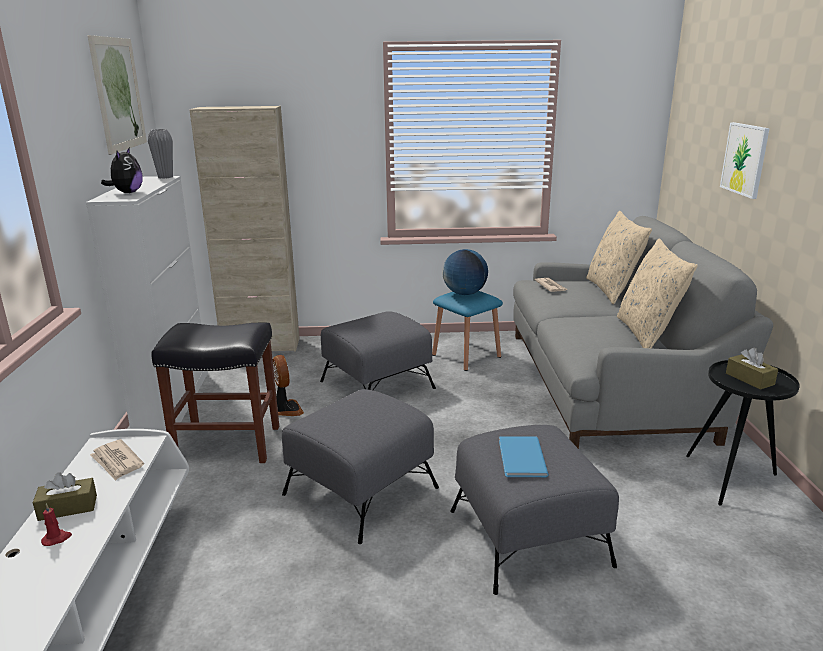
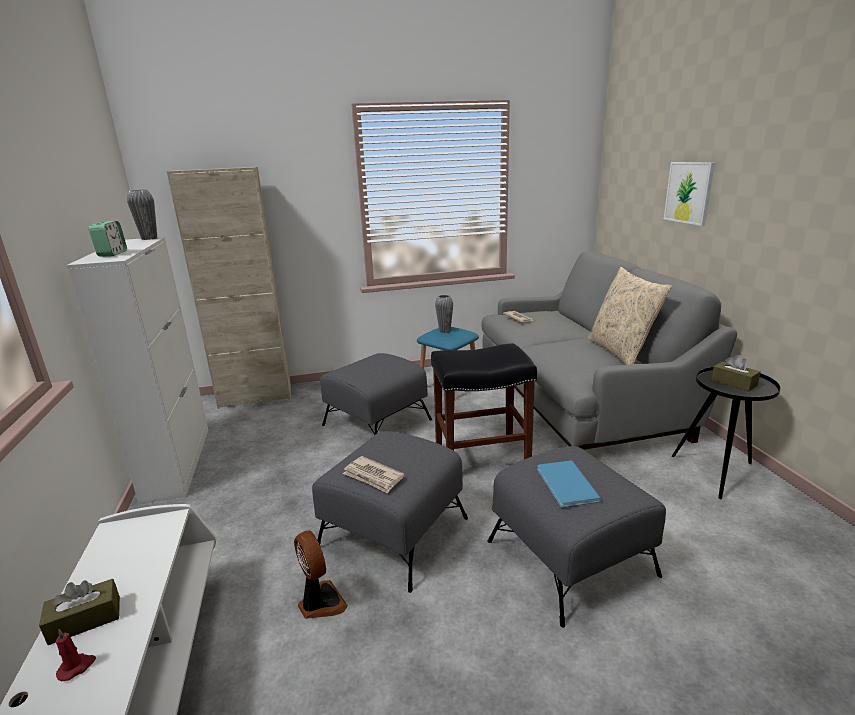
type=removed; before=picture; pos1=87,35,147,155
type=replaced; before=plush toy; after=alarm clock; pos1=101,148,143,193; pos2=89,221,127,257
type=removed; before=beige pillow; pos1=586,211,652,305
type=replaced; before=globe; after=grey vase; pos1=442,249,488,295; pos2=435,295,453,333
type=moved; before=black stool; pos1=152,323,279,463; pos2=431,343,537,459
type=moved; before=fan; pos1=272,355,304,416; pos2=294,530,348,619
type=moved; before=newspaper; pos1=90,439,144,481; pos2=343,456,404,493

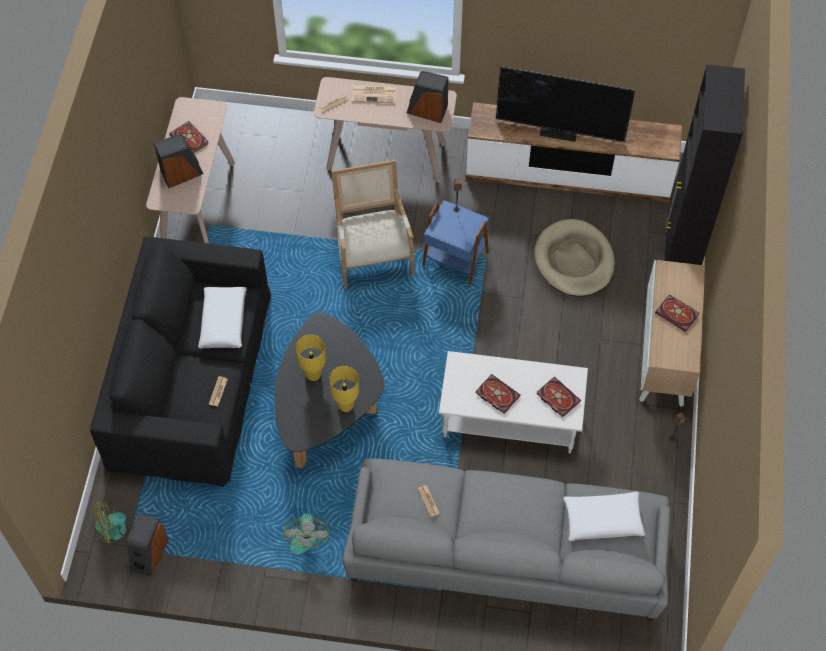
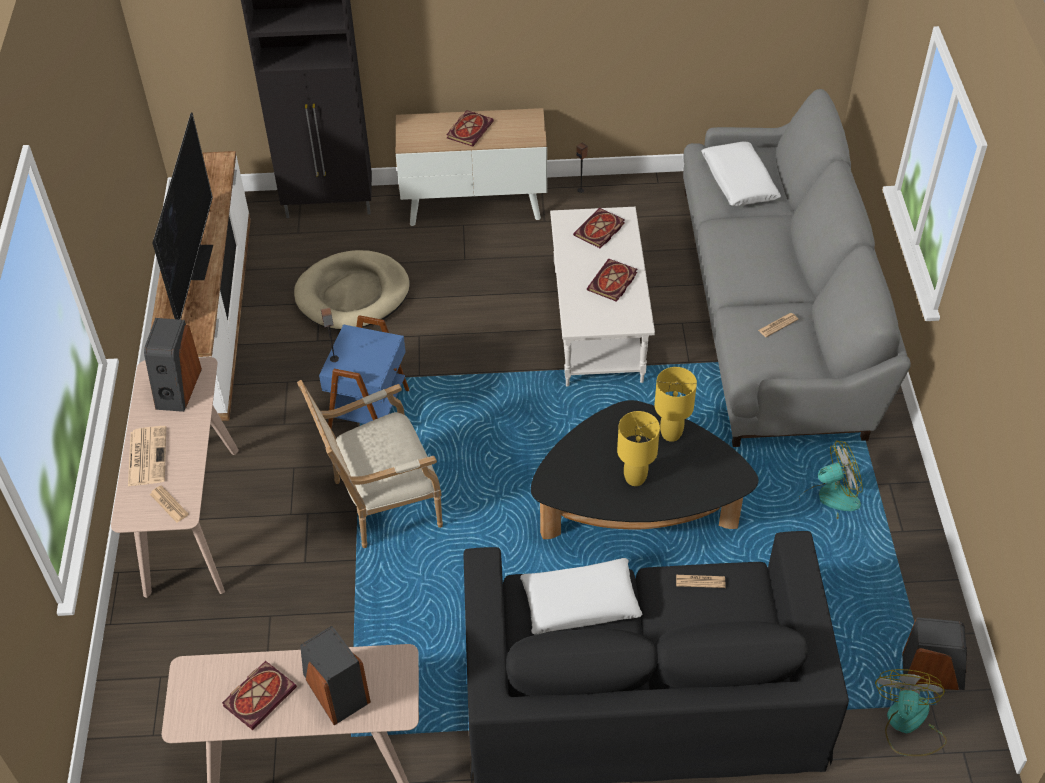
type=turned; before=fan; pos1=94,501,136,544; pos2=875,669,947,756; turn=-135

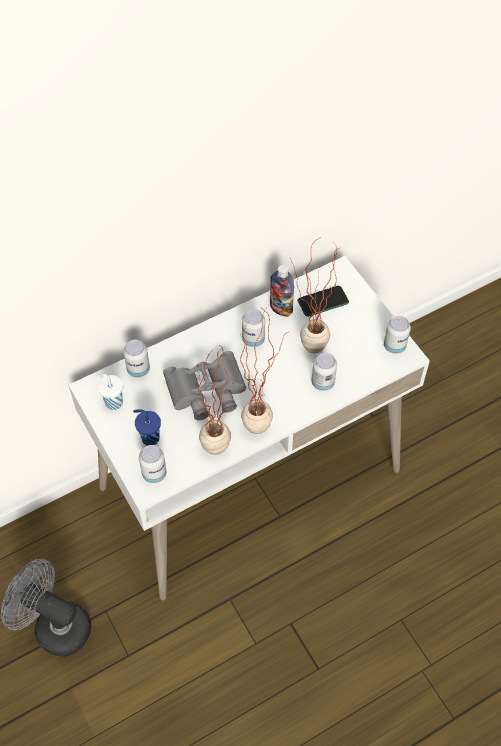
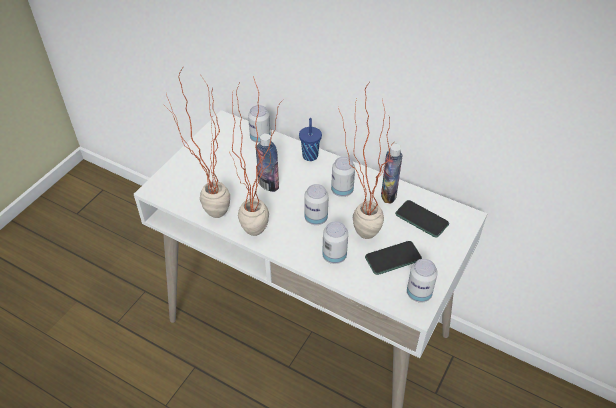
type=replaced; before=grey binoculars; after=bottle; pos1=163,351,246,420; pos2=256,133,279,192
type=removed; before=white cup; pos1=95,374,123,410
type=moved; before=blue cup; pos1=133,409,161,446; pos2=299,118,322,161
type=moved; before=can; pos1=139,445,167,483; pos2=304,184,329,225
type=removed; before=grey fan; pos1=1,559,91,657
type=added; after=phone; pos2=365,241,422,275

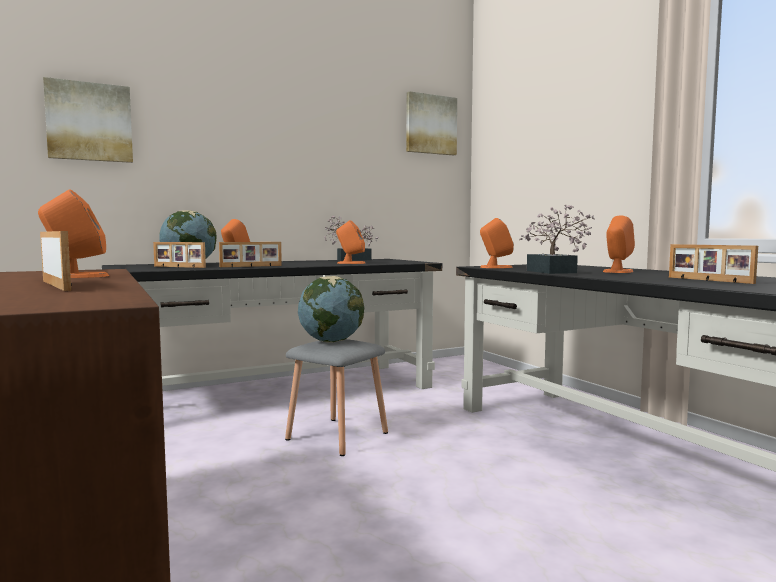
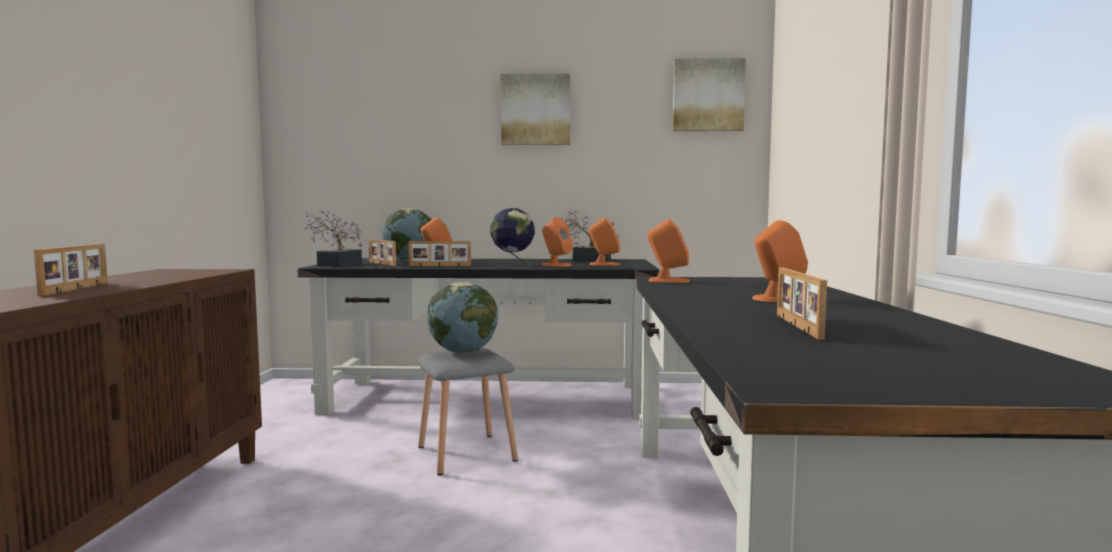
type=moved; before=picture; pos1=43,77,133,163; pos2=501,73,570,145
type=moved; before=orange speaker; pos1=38,189,109,278; pos2=588,217,621,266
type=moved; before=potted plant; pos1=519,205,595,274; pos2=304,209,362,267
type=added; after=globe; pos2=490,208,535,266

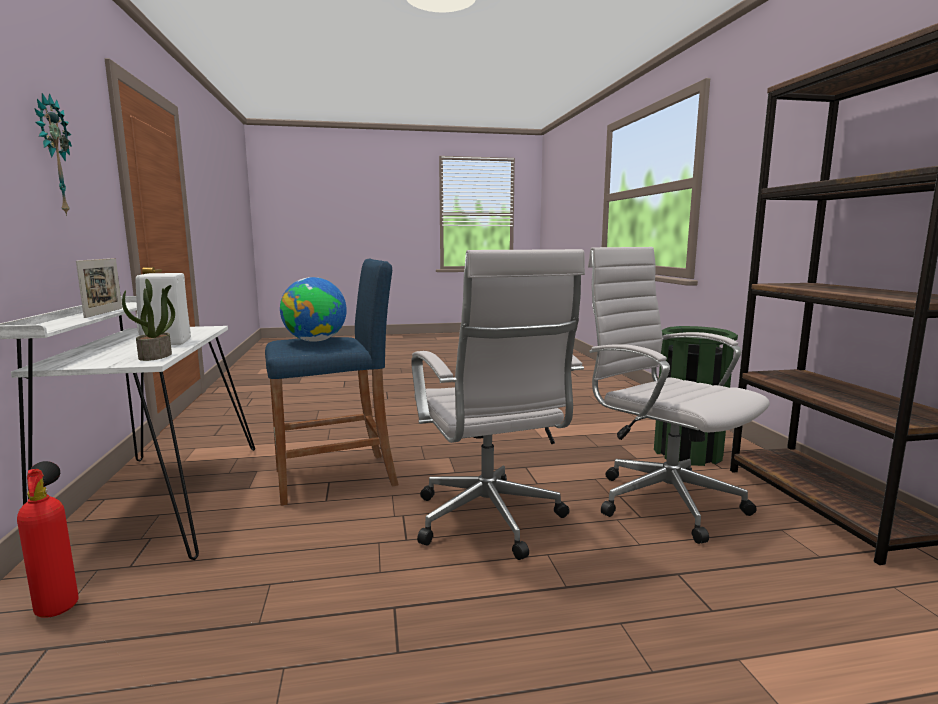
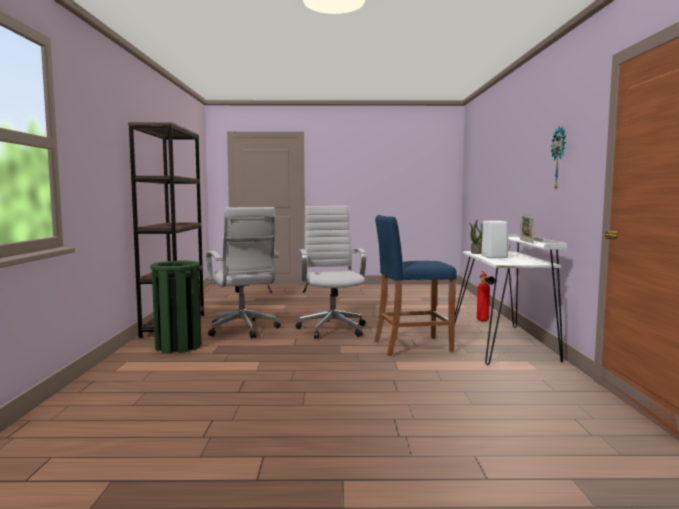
type=removed; before=globe; pos1=280,277,347,342

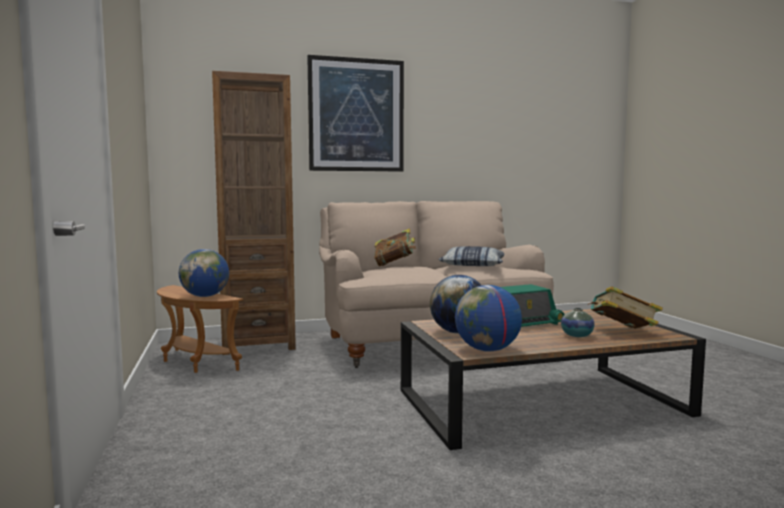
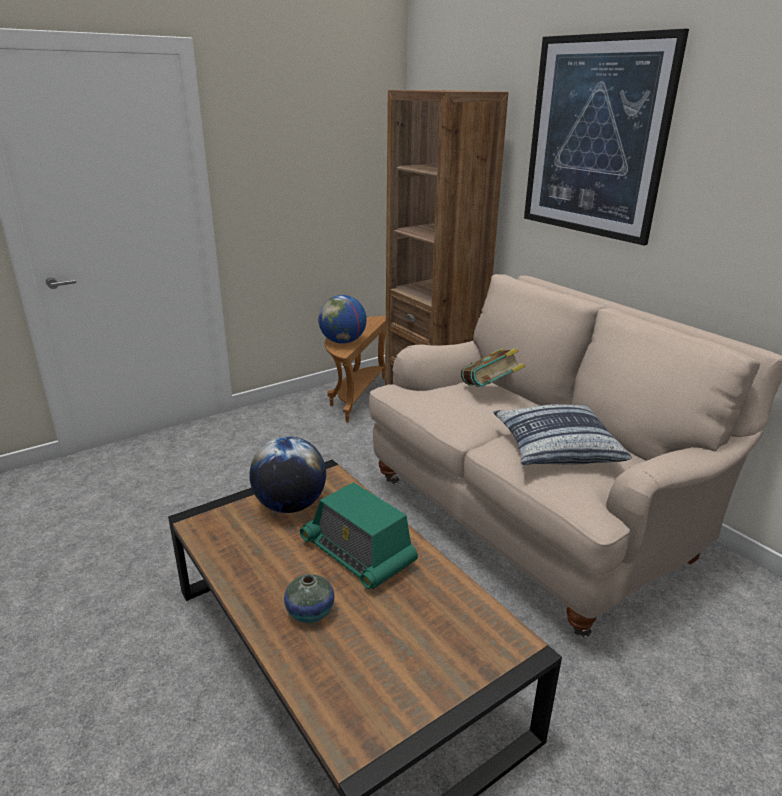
type=removed; before=globe; pos1=455,285,522,352
type=removed; before=book; pos1=589,286,663,329

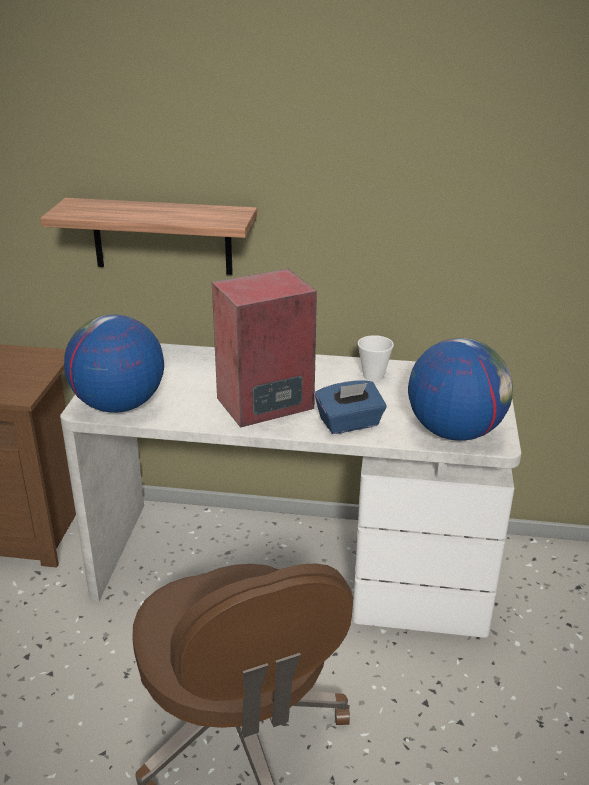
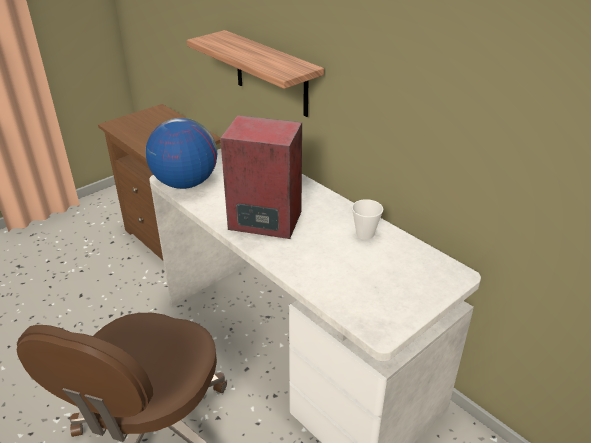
type=removed; before=globe; pos1=408,338,513,441
type=removed; before=blue tissue box; pos1=315,380,387,434

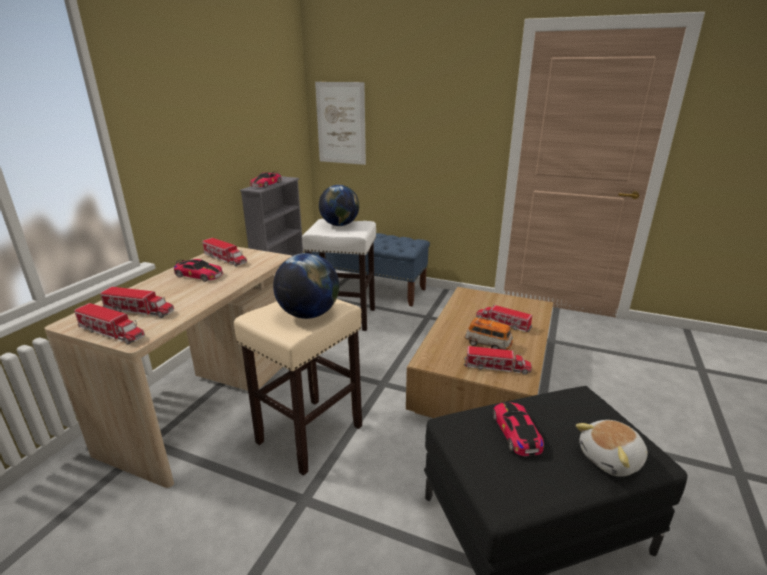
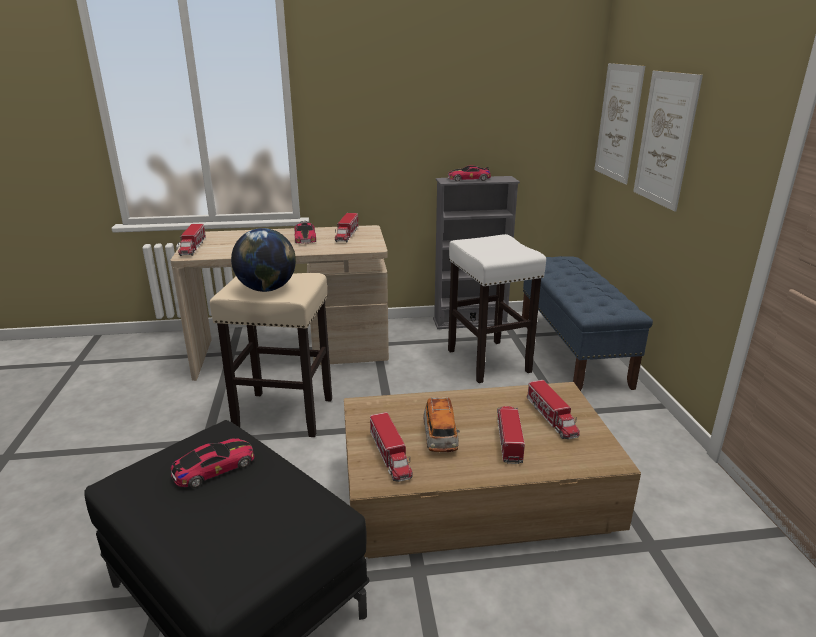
type=removed; before=globe; pos1=319,185,359,226
type=moved; before=toy truck; pos1=100,287,174,318; pos2=527,380,580,439
type=removed; before=plush toy; pos1=576,420,648,477
type=added; after=picture; pos2=633,71,703,212

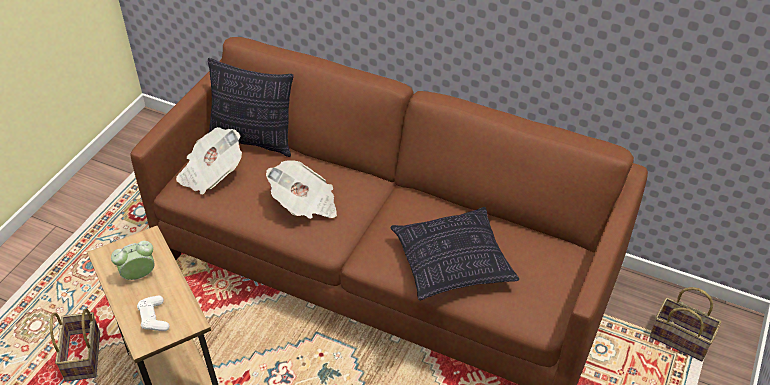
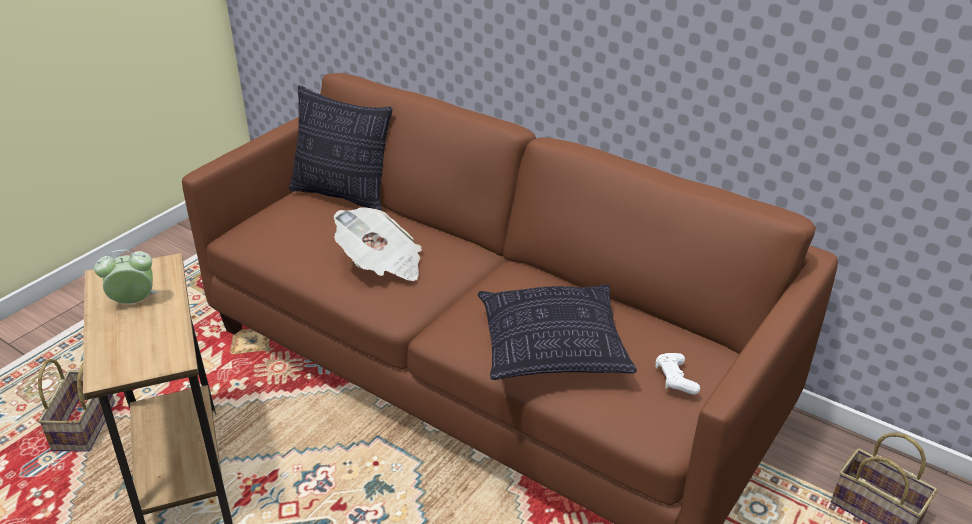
type=removed; before=newspaper; pos1=176,127,242,194
type=moved; before=white game controller; pos1=137,295,170,331; pos2=656,353,700,395

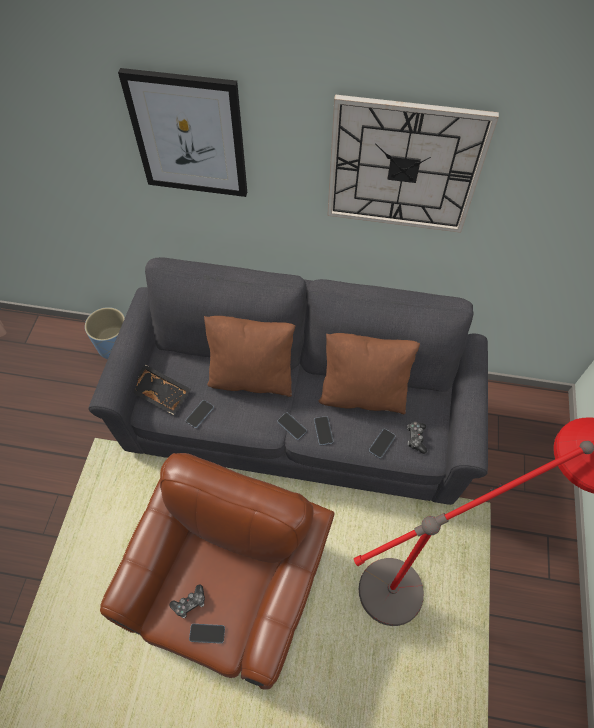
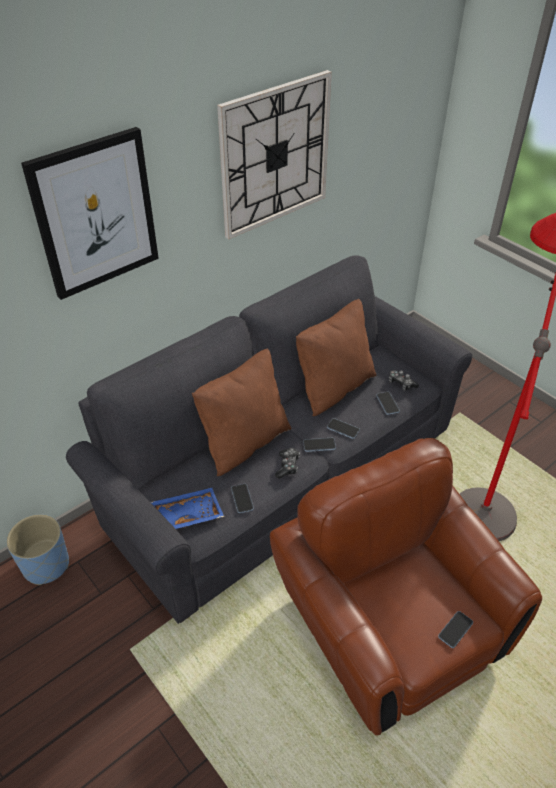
type=recoloured; before=black tray; after=blue tray; pos1=133,364,191,415; pos2=151,488,224,529
type=moved; before=game controller; pos1=169,584,205,618; pos2=275,448,300,478

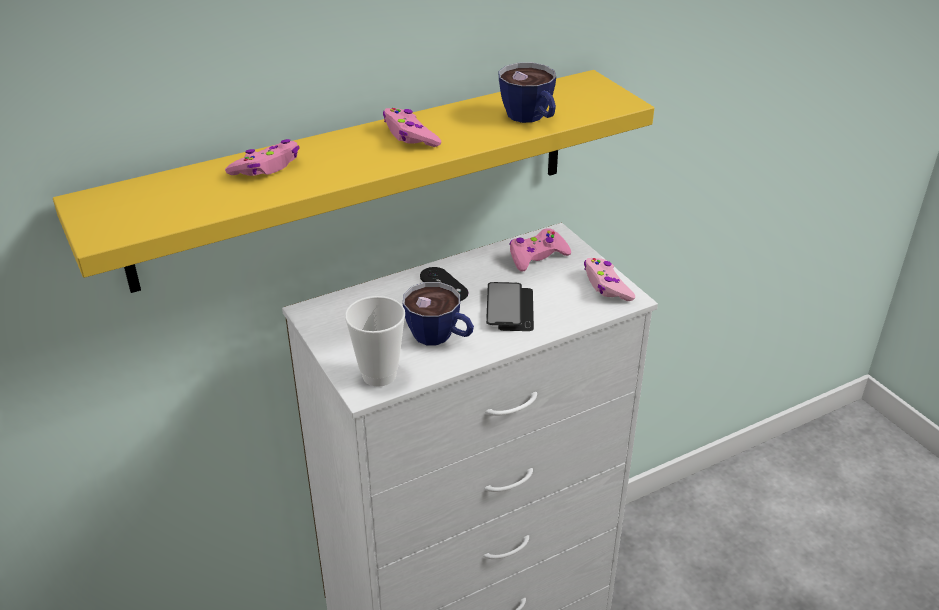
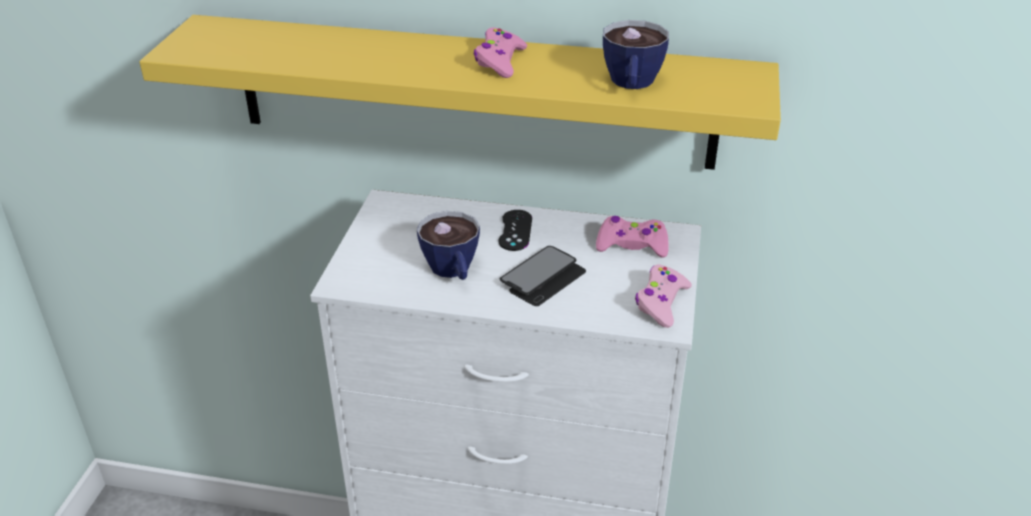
type=removed; before=pink game controller; pos1=225,139,300,176
type=removed; before=cup; pos1=345,296,405,387

